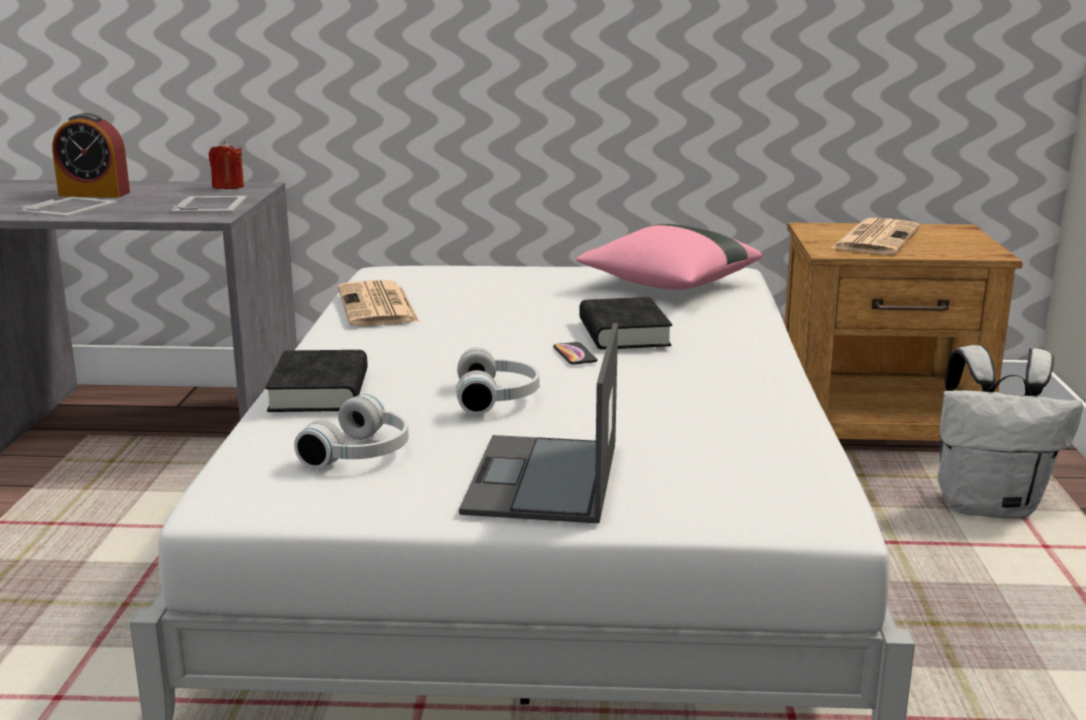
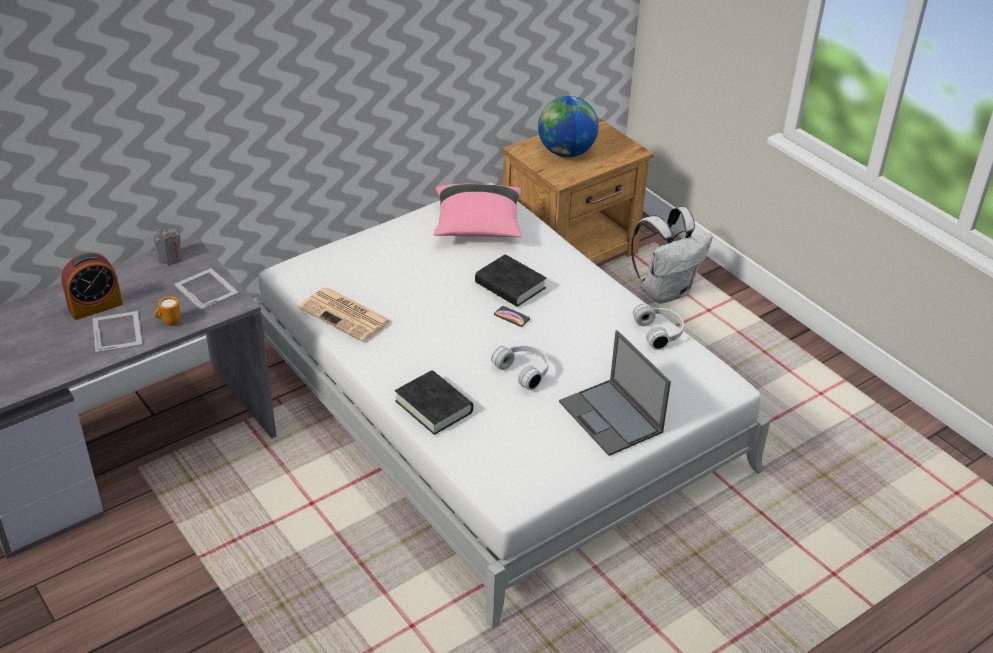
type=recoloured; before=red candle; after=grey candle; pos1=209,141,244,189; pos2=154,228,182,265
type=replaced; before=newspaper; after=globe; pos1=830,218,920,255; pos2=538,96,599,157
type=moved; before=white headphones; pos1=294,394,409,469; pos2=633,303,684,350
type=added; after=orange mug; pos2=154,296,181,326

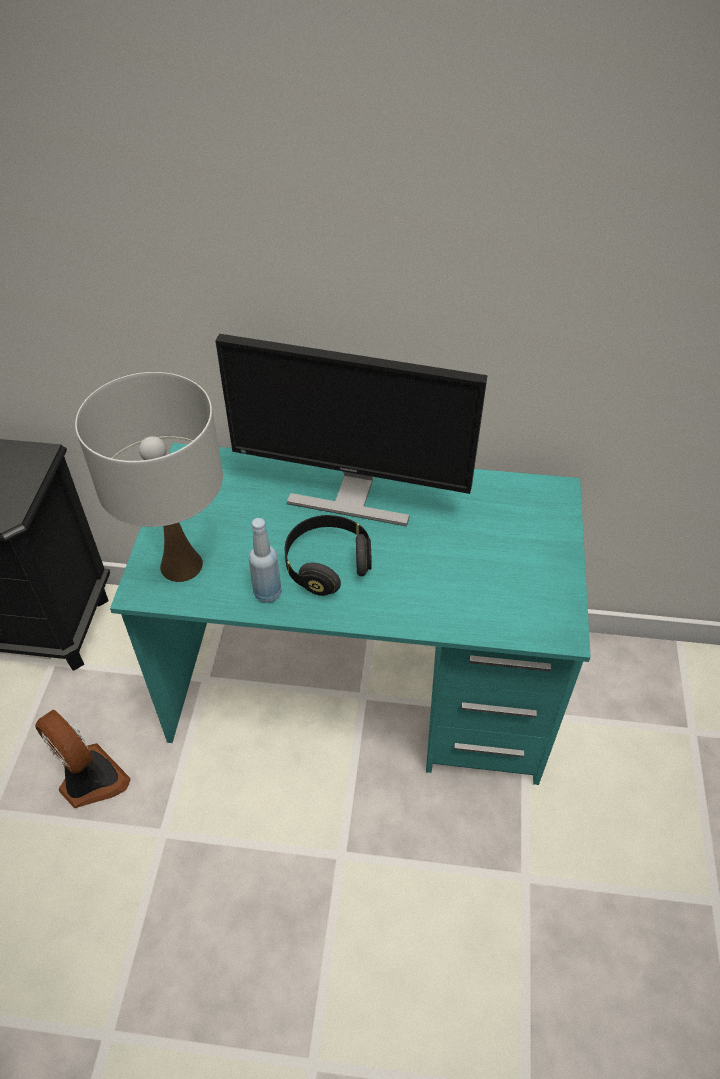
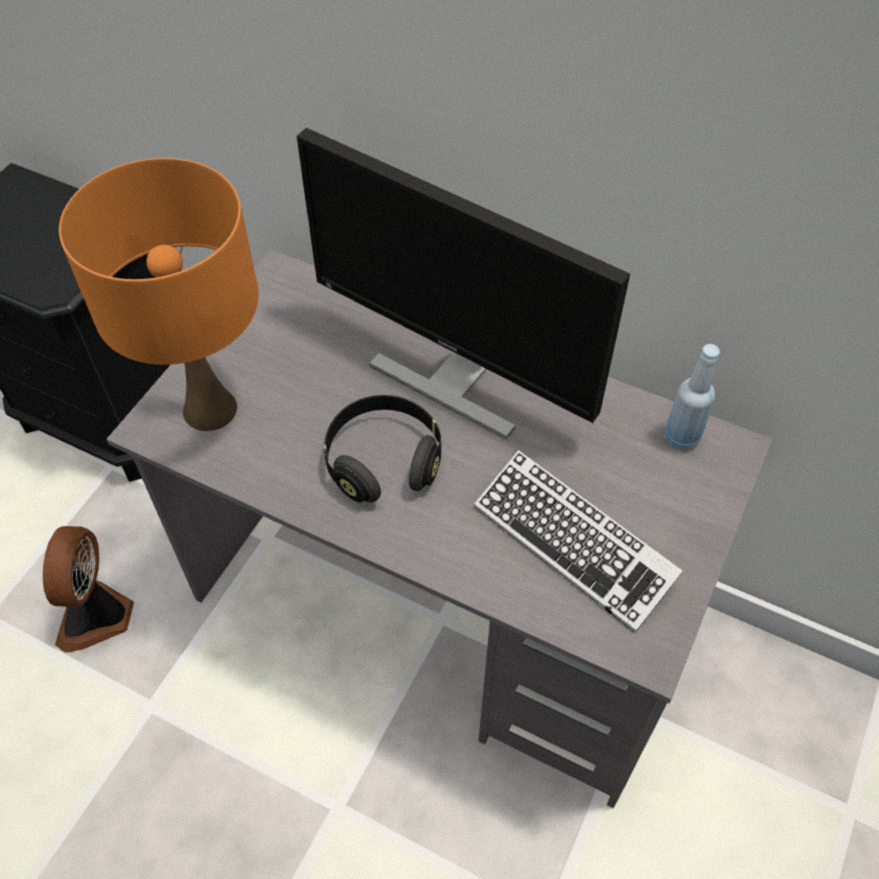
type=recoloured; before=white table lamp; after=orange table lamp; pos1=75,372,223,582; pos2=59,158,259,431
type=recoloured; before=turquoise desk; after=grey desk; pos1=110,443,591,785; pos2=106,249,772,808
type=moved; before=blue bottle; pos1=249,518,282,603; pos2=664,344,720,450
type=turned; before=fan; pos1=35,710,131,808; pos2=43,526,134,653; turn=-150
type=added; after=keyboard; pos2=474,450,683,633

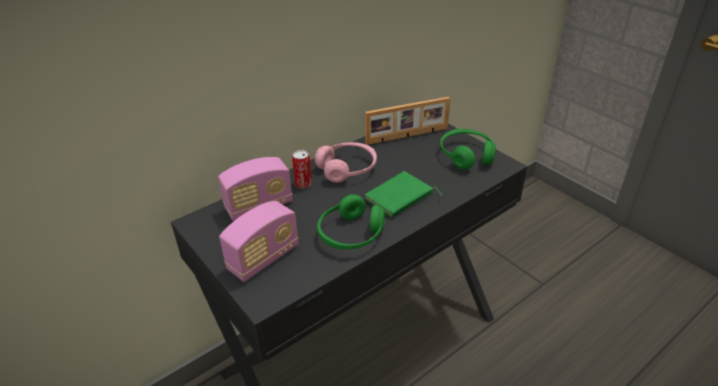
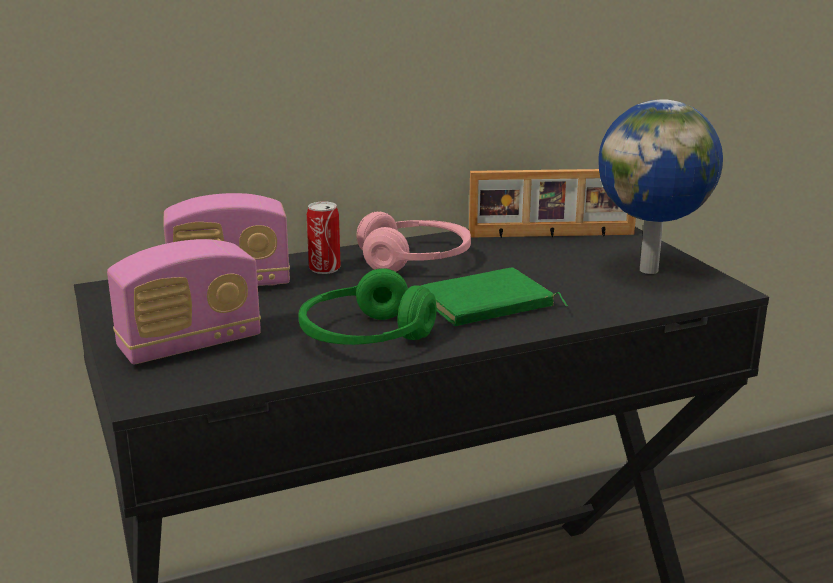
type=replaced; before=green headphones; after=globe; pos1=440,129,496,170; pos2=599,99,723,274

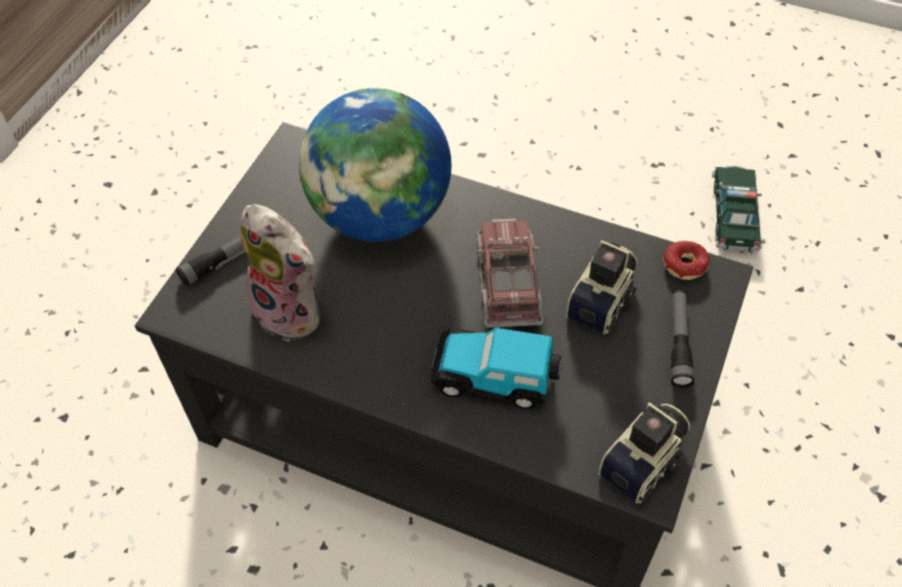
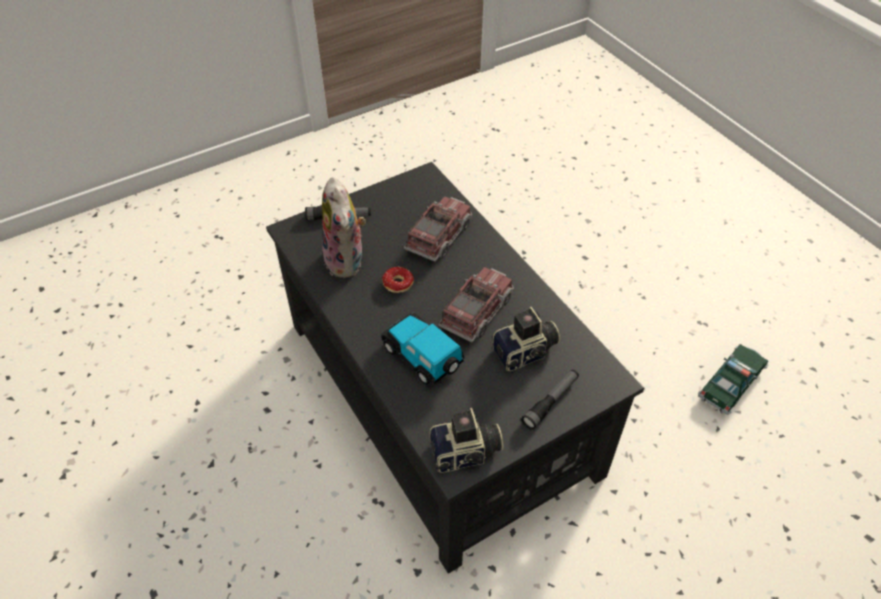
type=replaced; before=globe; after=toy truck; pos1=299,88,451,242; pos2=404,196,473,262
type=moved; before=donut; pos1=664,241,728,280; pos2=382,267,414,293

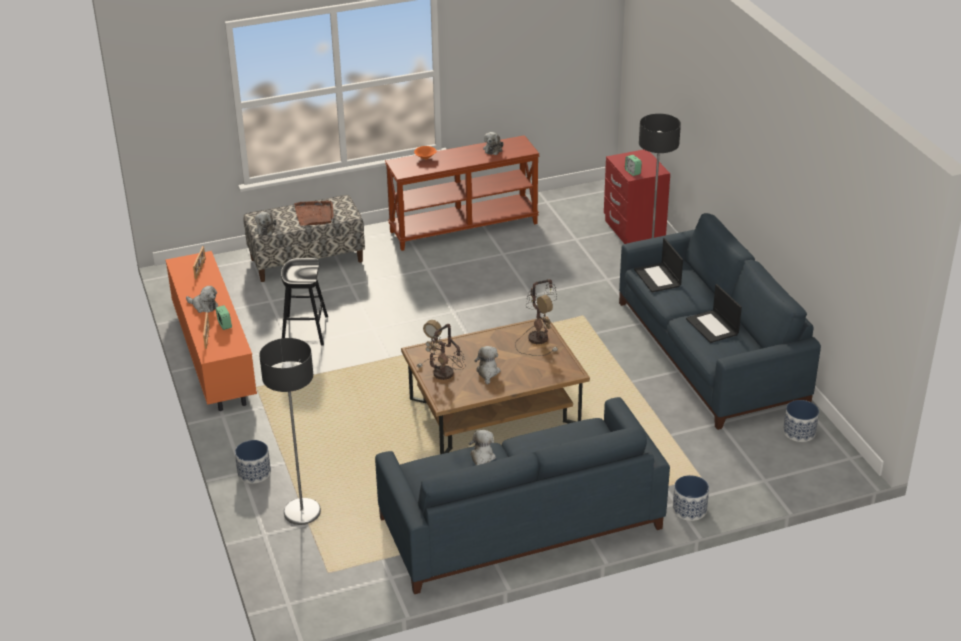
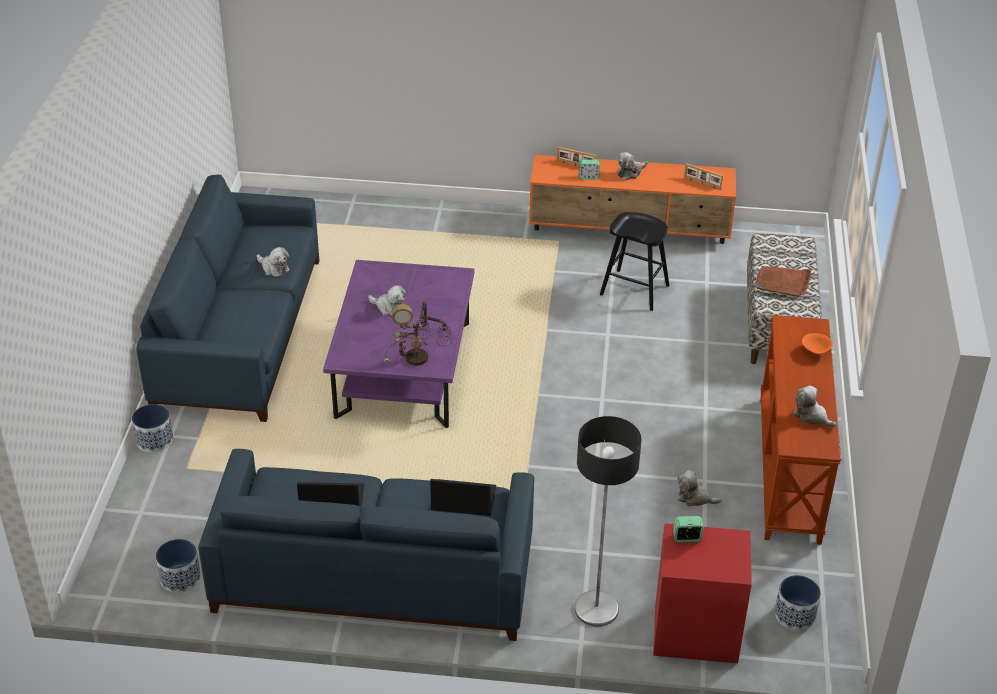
type=moved; before=plush toy; pos1=254,212,276,235; pos2=678,470,722,507
type=recoloured; before=brown coffee table; after=purple coffee table; pos1=401,317,590,454; pos2=323,260,474,428
type=removed; before=table lamp; pos1=417,320,466,380
type=removed; before=floor lamp; pos1=259,338,321,525
type=moved; before=planter; pos1=235,440,271,484; pos2=775,575,821,630

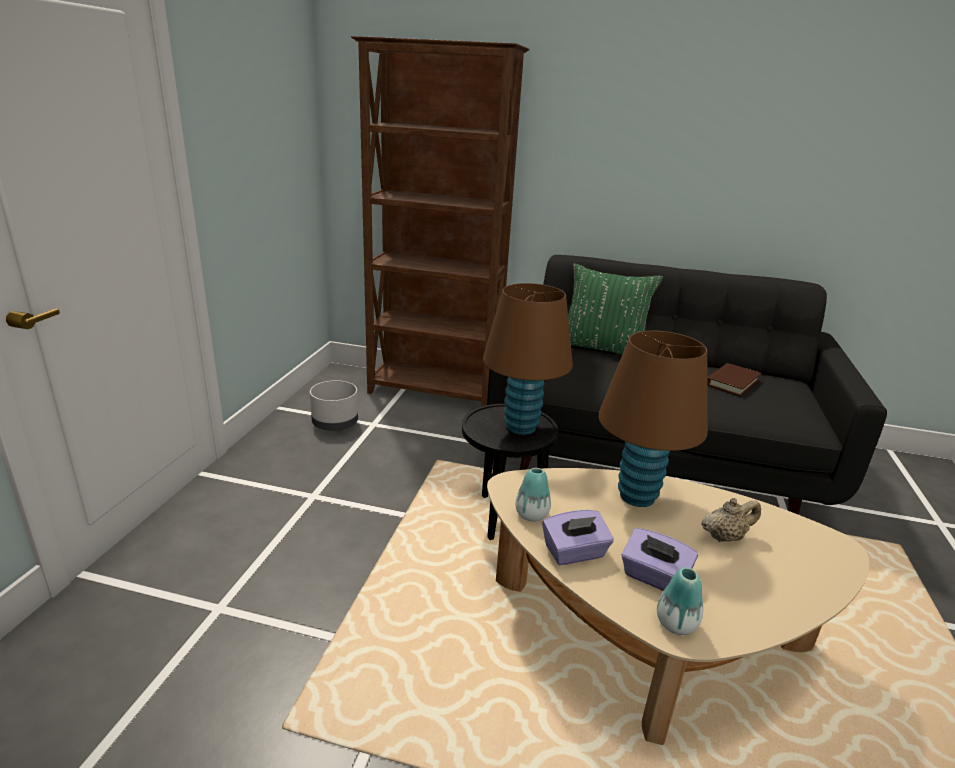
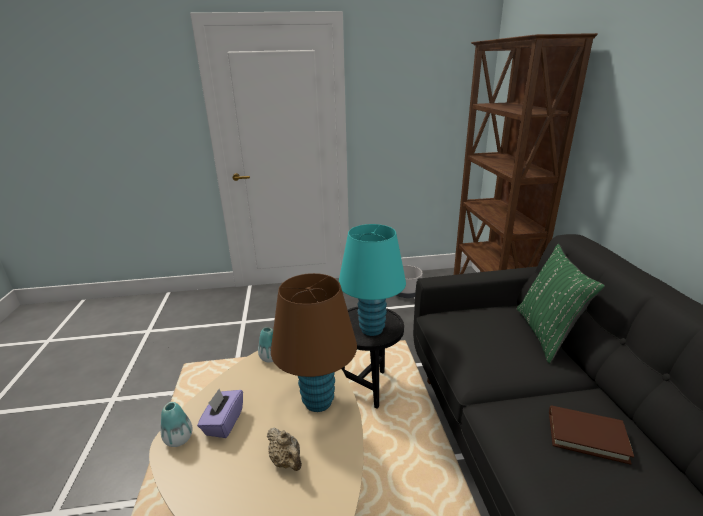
type=recoloured; before=brown table lamp; after=turquoise table lamp; pos1=483,283,573,435; pos2=339,224,406,336
type=removed; before=purple tissue box; pos1=542,510,614,565

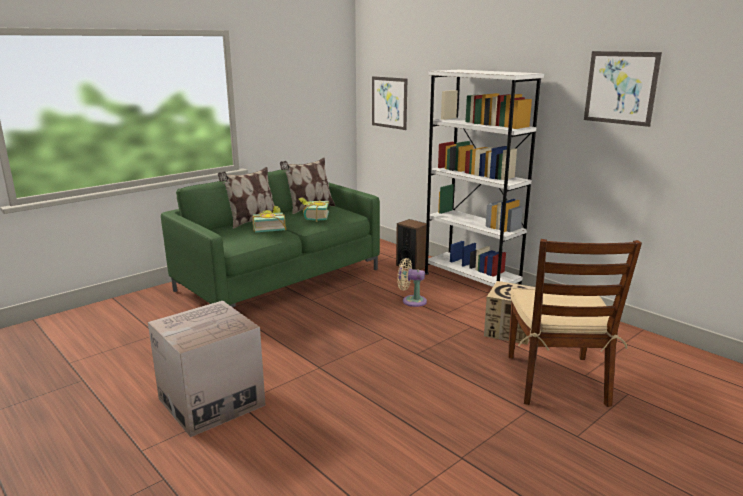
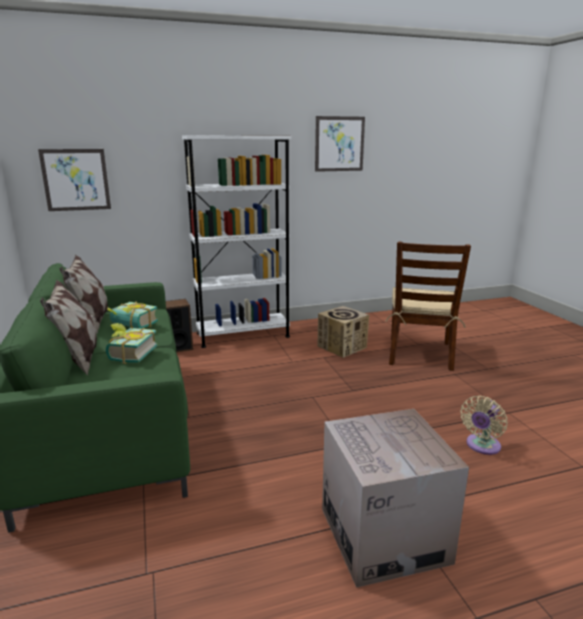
type=turned; before=brown chair; pos1=508,239,642,407; pos2=385,241,471,371; turn=75
type=moved; before=beige fan; pos1=397,258,427,307; pos2=460,396,507,455

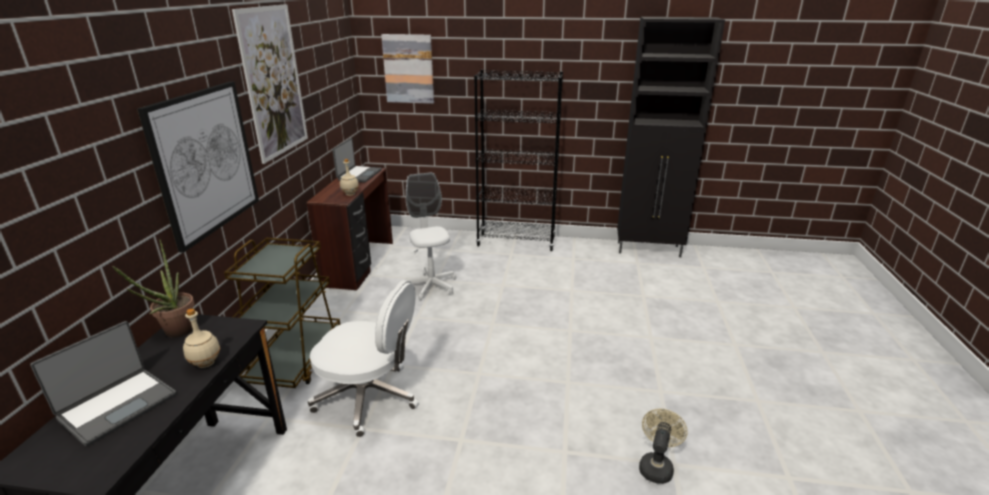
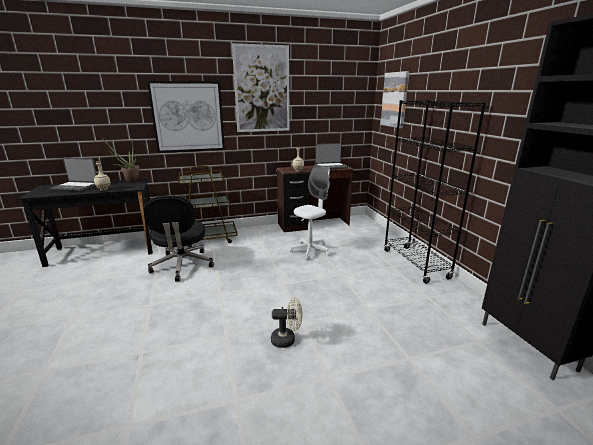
type=recoloured; before=white office chair; after=black office chair; pos1=308,280,419,437; pos2=144,195,214,281
type=moved; before=beige fan; pos1=639,409,688,484; pos2=271,298,303,348

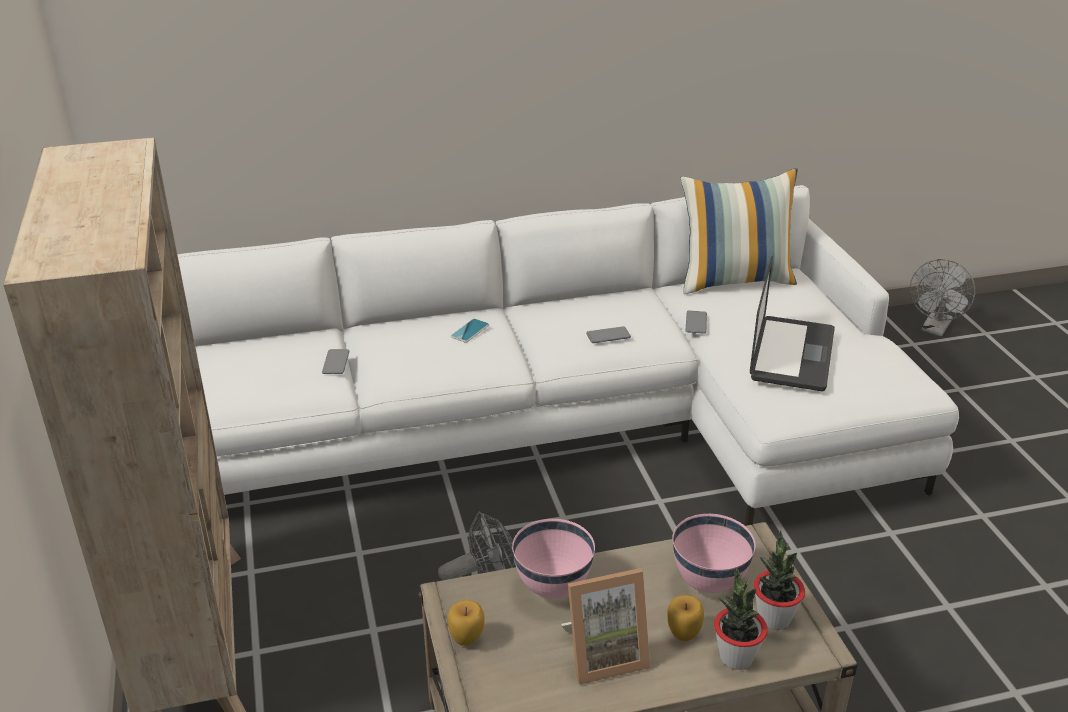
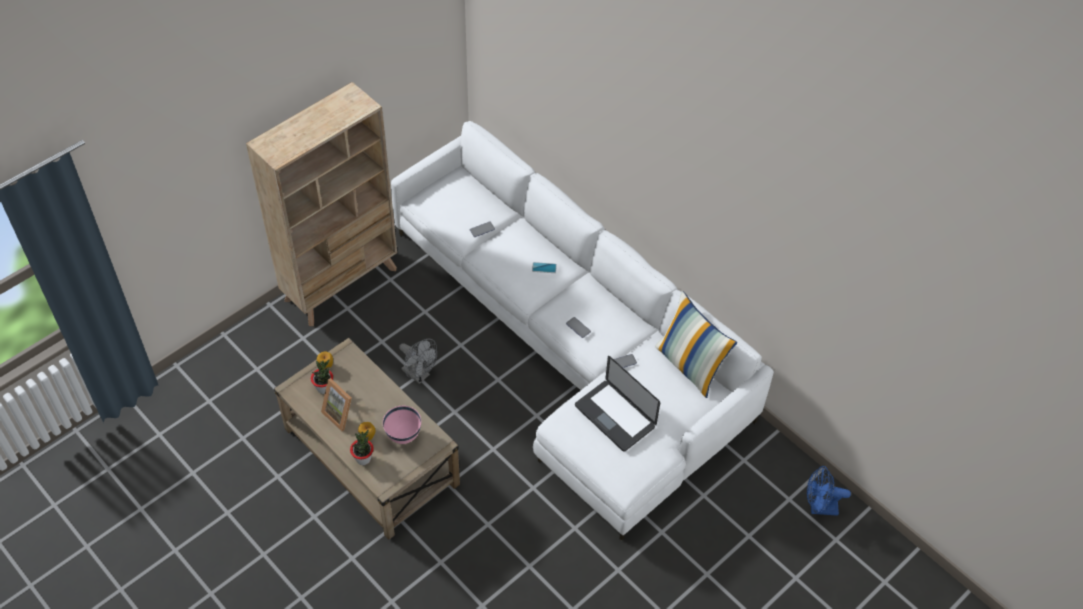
type=turned; before=laptop; pos1=750,256,835,391; pos2=575,356,660,452; turn=60
type=recoloured; before=grey fan; after=blue fan; pos1=910,259,976,336; pos2=807,466,851,516
type=removed; before=pink bowl; pos1=512,519,595,599
type=moved; before=potted plant; pos1=753,530,805,630; pos2=311,359,333,394

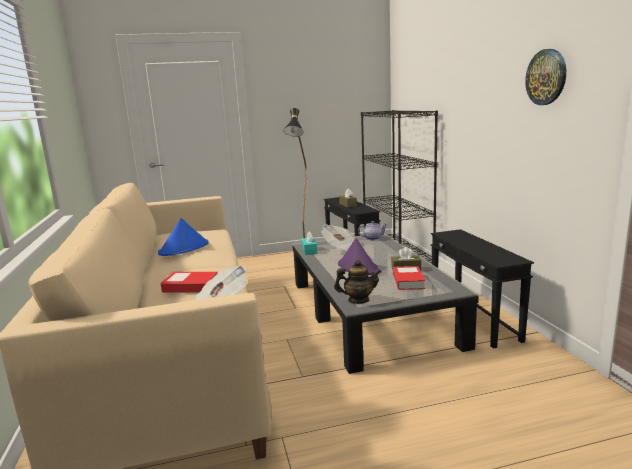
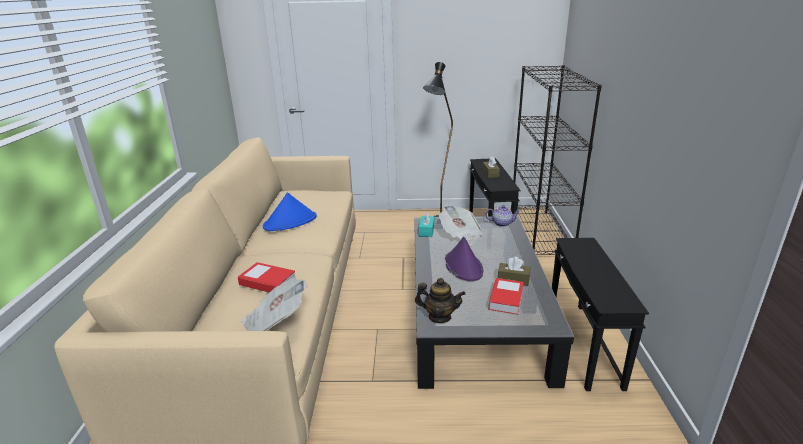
type=removed; before=wall clock; pos1=525,49,566,105

